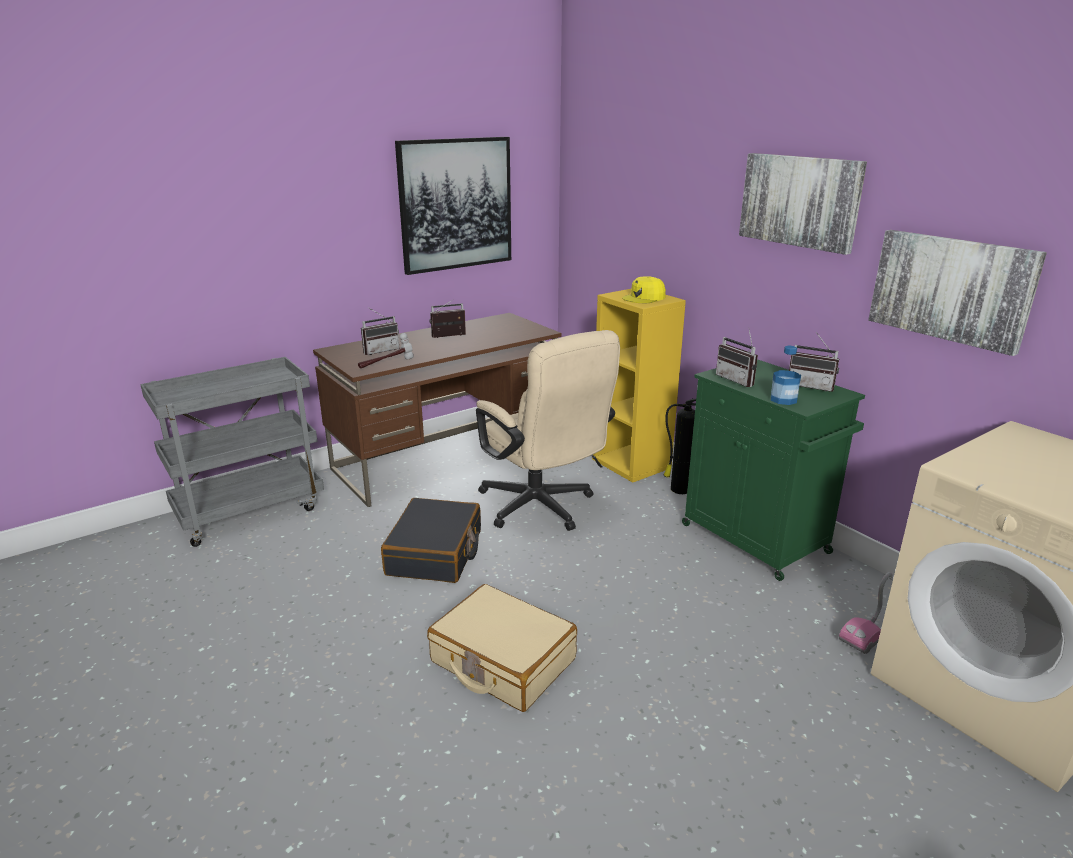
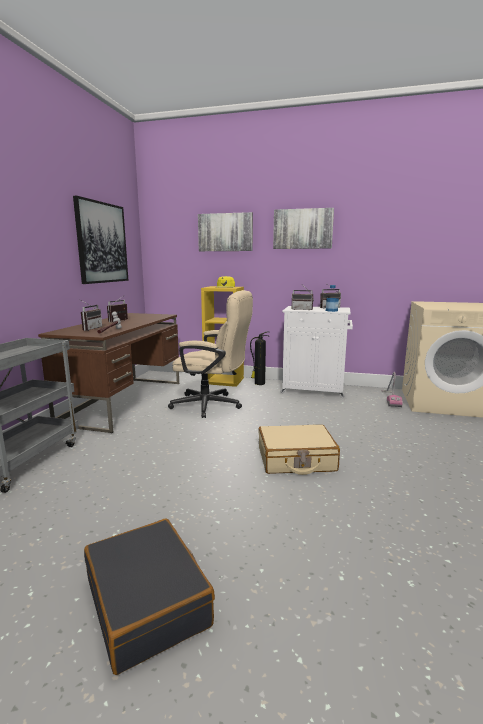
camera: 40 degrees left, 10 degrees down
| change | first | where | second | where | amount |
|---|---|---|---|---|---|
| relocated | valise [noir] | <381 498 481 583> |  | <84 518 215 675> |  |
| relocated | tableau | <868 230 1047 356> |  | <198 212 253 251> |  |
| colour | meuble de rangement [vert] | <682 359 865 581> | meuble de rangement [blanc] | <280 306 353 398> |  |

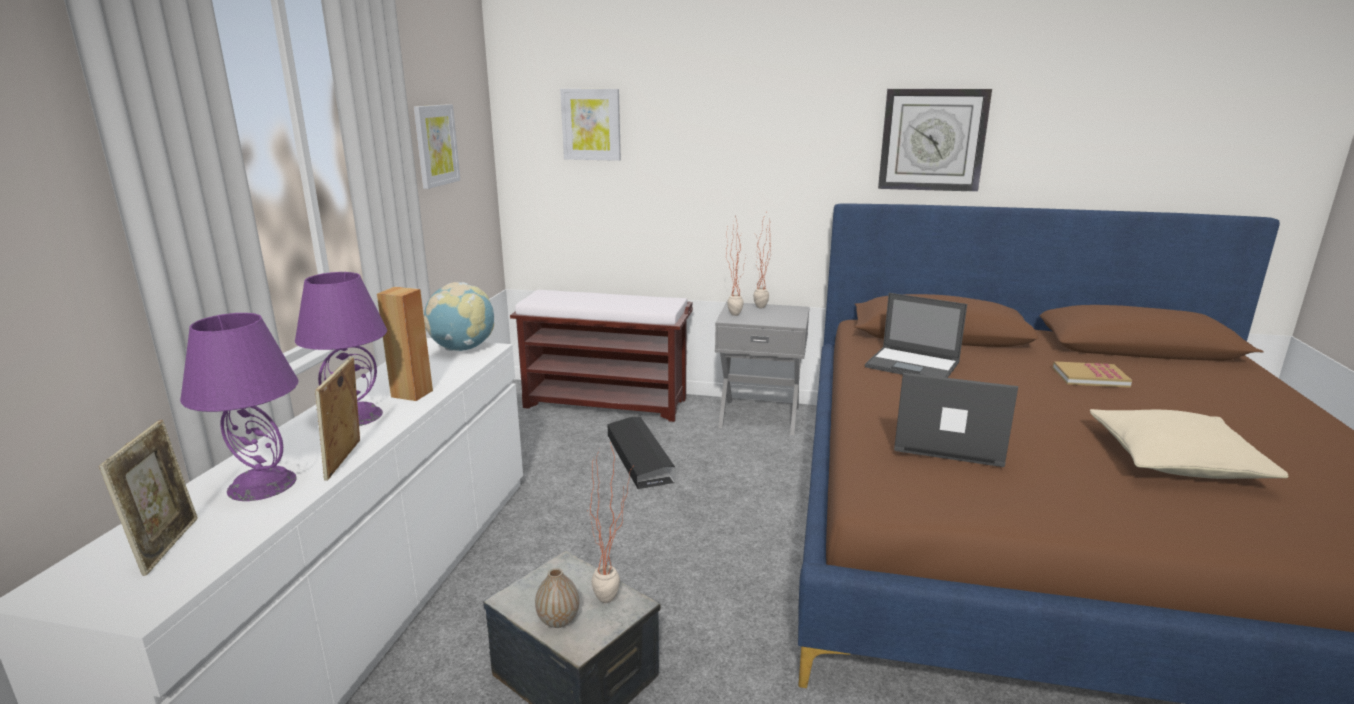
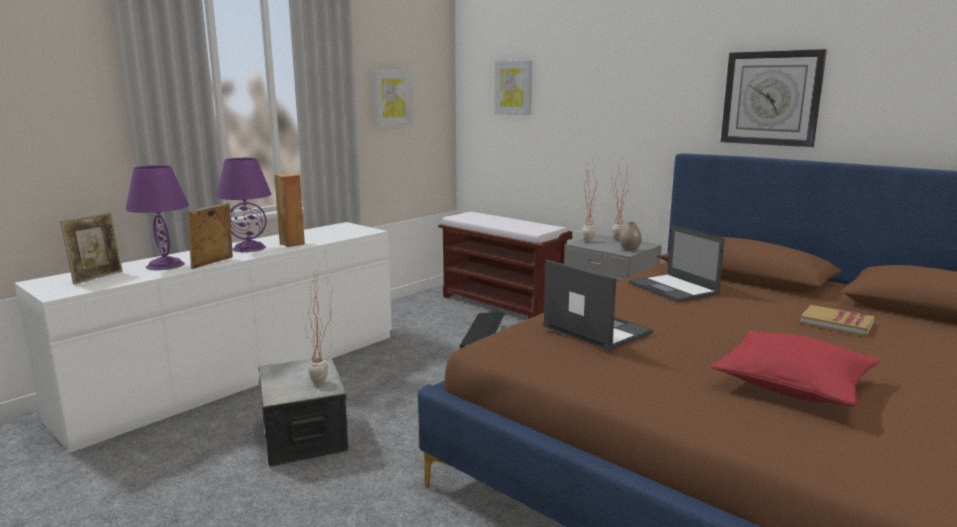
camera: 30 degrees right, 5 degrees down
| change | first | where | second | where | amount |
|---|---|---|---|---|---|
| missing | globe | <424 282 494 351> |  |  |  |
| relocated | vase | <535 568 579 628> |  | <620 222 642 251> |  |
| colour | coussin [beige] | <1090 409 1289 479> | coussin [rouge] | <711 330 881 406> |  |

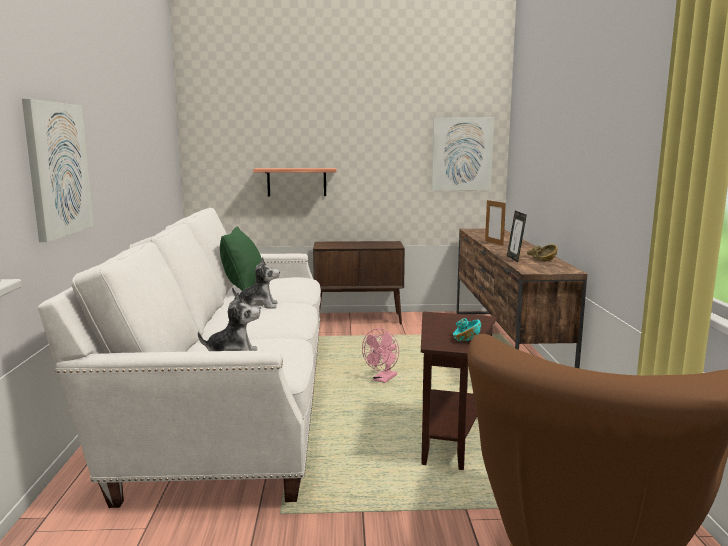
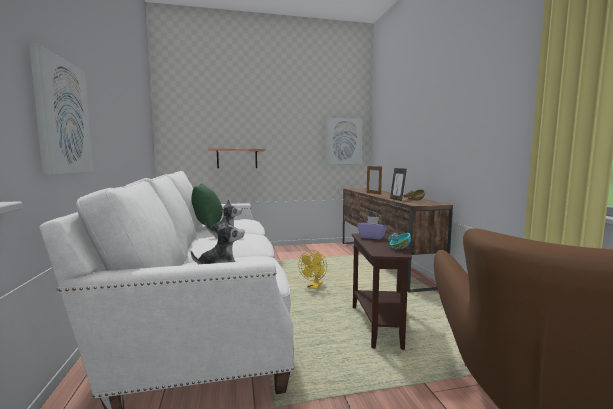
camera: 10 degrees left, 5 degrees down
| change | first | where | second | where | amount |
|---|---|---|---|---|---|
| missing | meuble de rangement [marron] | <313 241 405 325> |  |  |  |
| appeared |  |  | boîte à mouchoirs [violet] | <357 216 387 239> |  |
| colour | ventilateur [rose] | <362 328 399 383> | ventilateur [jaune] | <299 250 327 289> |  |

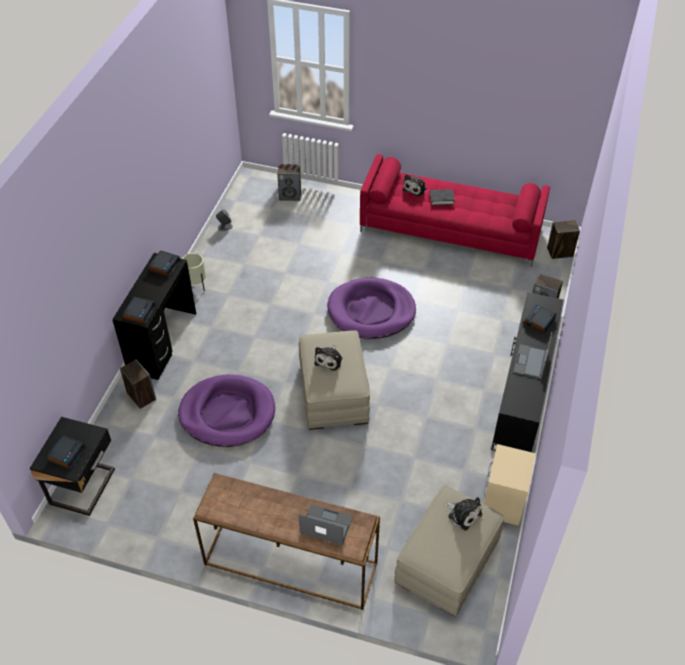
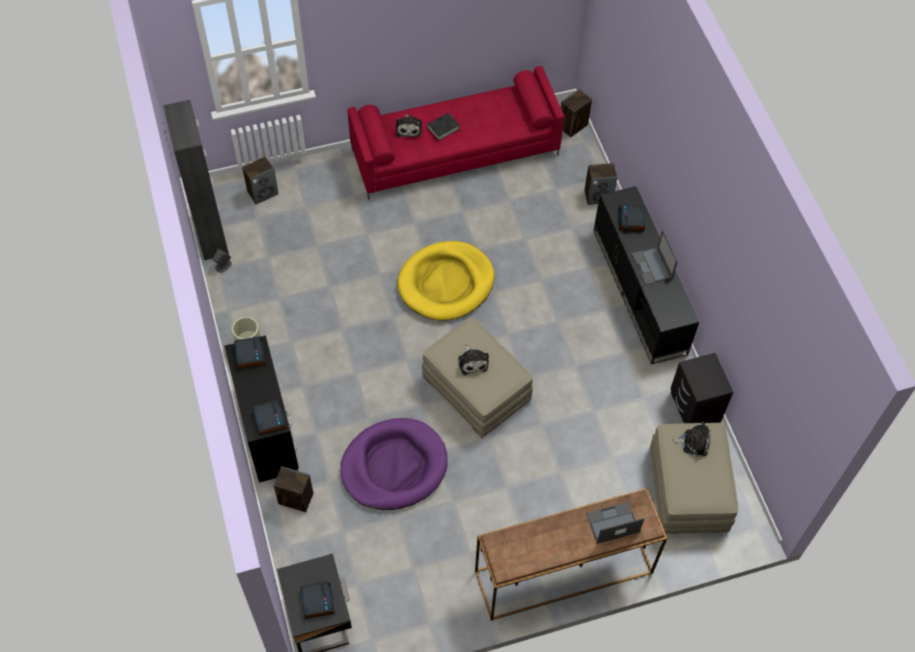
camera: 35 degrees left, 10 degrees up
| change | first | where | second | where | amount |
|---|---|---|---|---|---|
| appeared |  |  | meuble de rangement [noir] | <163 100 229 260> |  |
| colour | panier pour chien [violet] | <327 277 416 339> | panier pour chien [jaune] | <397 241 494 321> |  |
| colour | table de chevet [beige] | <484 444 536 526> | table de chevet [noir] | <670 353 733 423> |  |

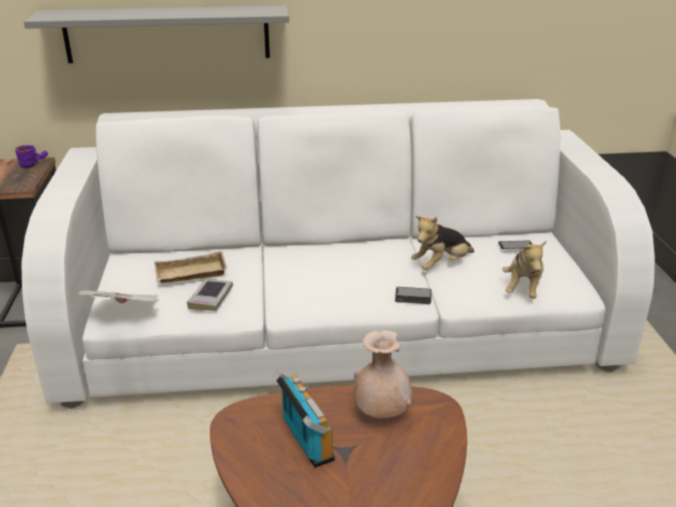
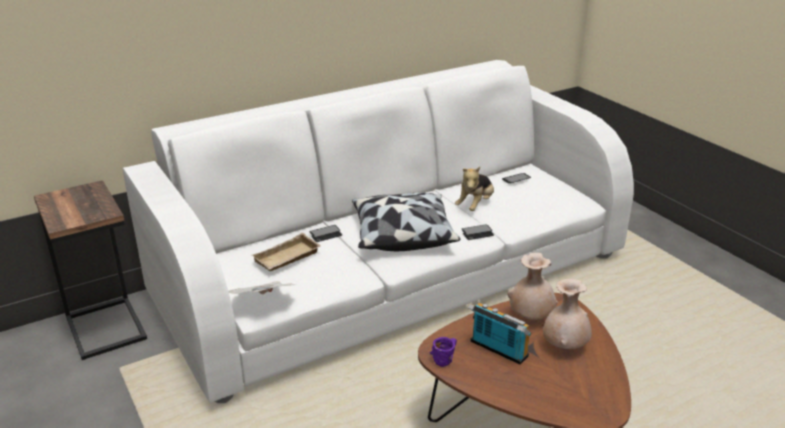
camera: 25 degrees left, 0 degrees up
| change | first | where | second | where | amount |
|---|---|---|---|---|---|
| missing | étagère [gris] | <24 5 289 63> |  |  |  |
| missing | livre | <187 279 233 311> |  |  |  |
| missing | peluche | <503 240 547 299> |  |  |  |
| appeared |  |  | téléphone | <310 225 342 242> |  |
| appeared |  |  | coussin | <352 193 460 251> |  |
| appeared |  |  | vase [beige] | <543 279 592 349> |  |
| relocated | mug [violet] | <15 145 48 168> |  | <430 337 457 367> |  |

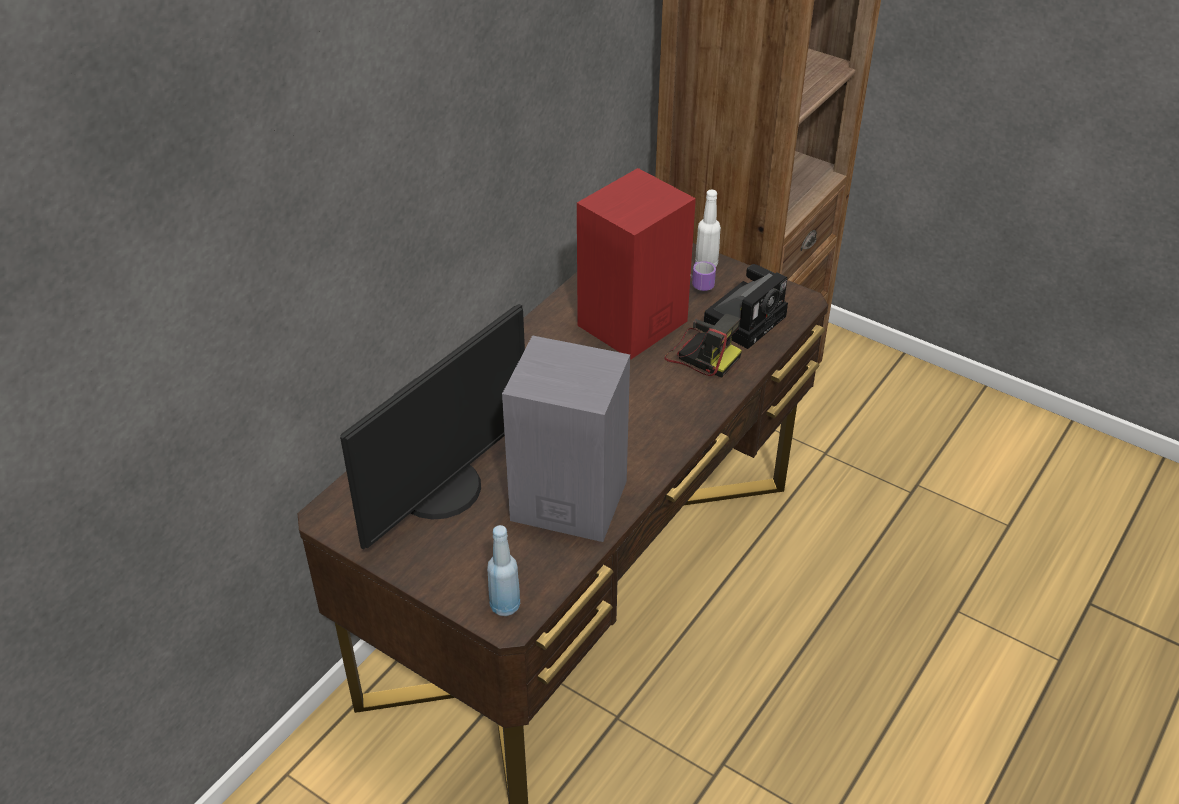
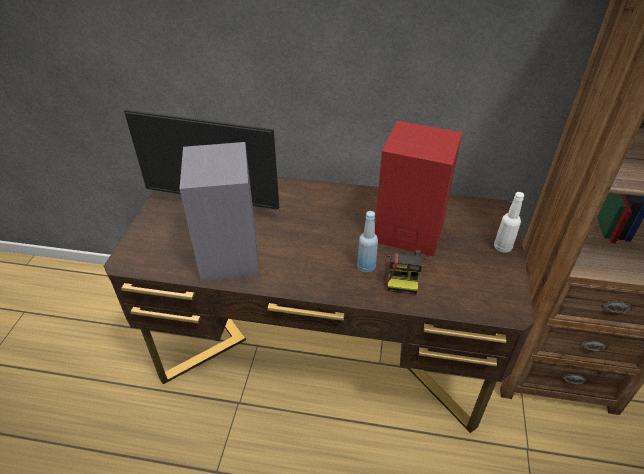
camera: 65 degrees right, 0 degrees up
| change | first | where | second | where | amount |
|---|---|---|---|---|---|
| missing | mug | <691 261 716 291> |  |  |  |
| missing | appareil photo | <704 264 788 349> |  |  |  |
| relocated | bouteille [bleu] | <487 525 520 616> |  | <357 211 378 273> |  |

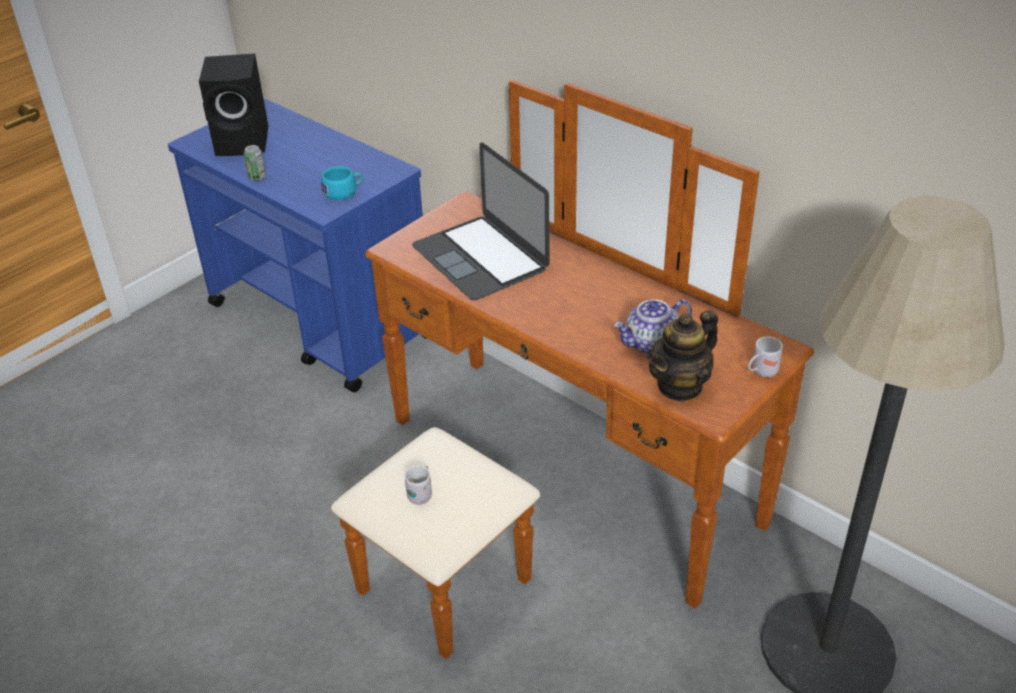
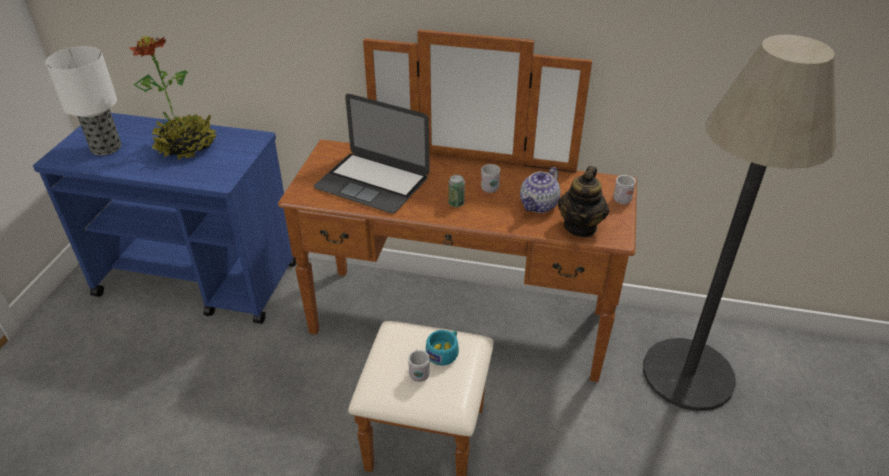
camera: 30 degrees left, 0 degrees up
| change | first | where | second | where | amount |
|---|---|---|---|---|---|
| appeared |  |  | plante en pot | <129 36 217 160> |  |
| appeared |  |  | mug [blanc] | <481 164 500 193> |  |
| relocated | boîte métallique | <244 145 266 181> |  | <448 175 465 207> |  |
| relocated | tasse [turquoise] | <321 166 363 200> |  | <426 330 459 365> |  |
| exchanged | enceinte [noir] | <199 53 268 156> | lampe de table | <45 46 121 155> |  |

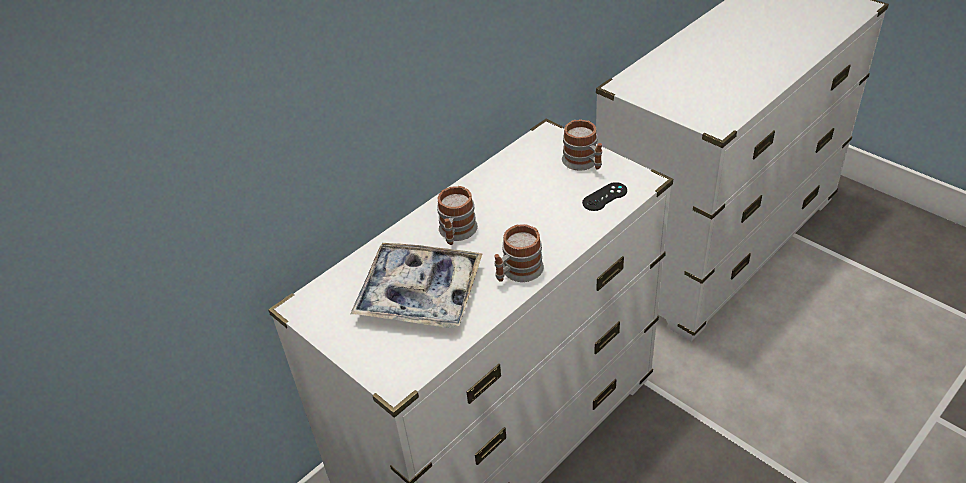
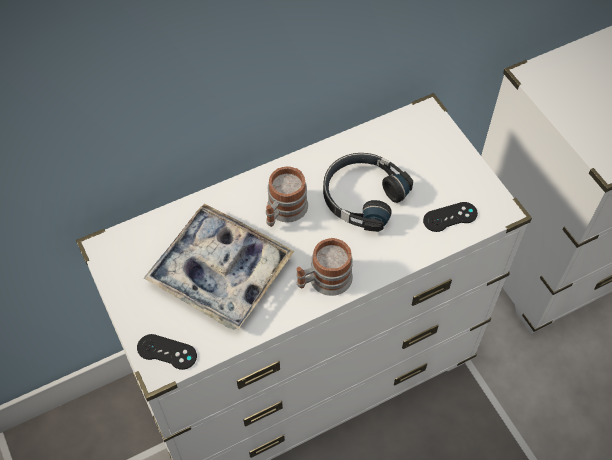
camera: 15 degrees right, 15 degrees up
| change | first | where | second | where | amount |
|---|---|---|---|---|---|
| missing | mug | <562 120 602 171> |  |  |  |
| appeared |  |  | manette [noir] | <137 334 197 370> |  |
| appeared |  |  | casque audio [noir] | <323 153 413 232> |  |

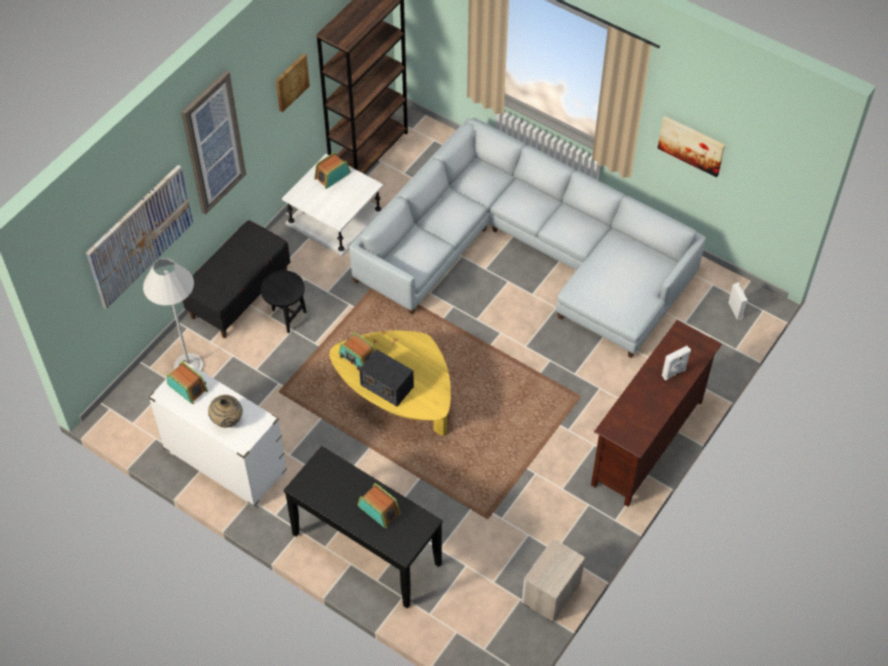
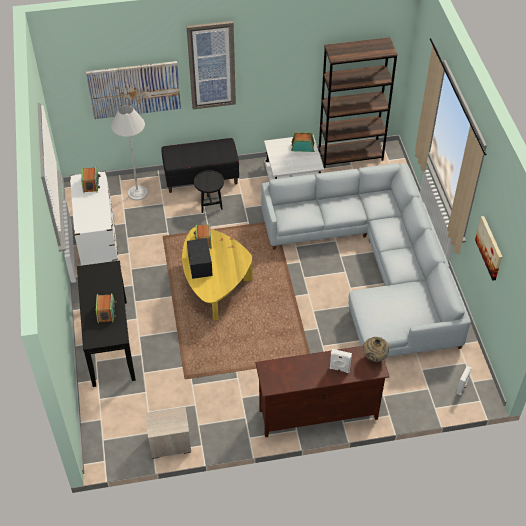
camera: 45 degrees right, 5 degrees down
| change | first | where | second | where | amount |
|---|---|---|---|---|---|
| missing | tableau | <276 53 310 113> |  |  |  |
| relocated | vase [beige] | <208 395 243 428> |  | <363 337 389 362> |  |

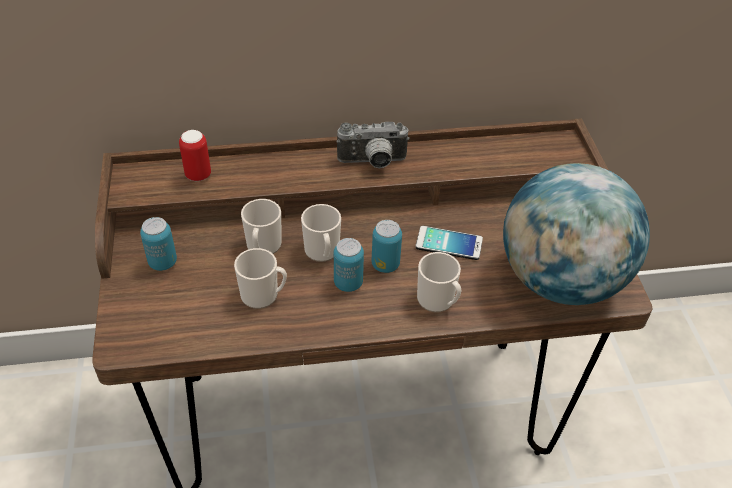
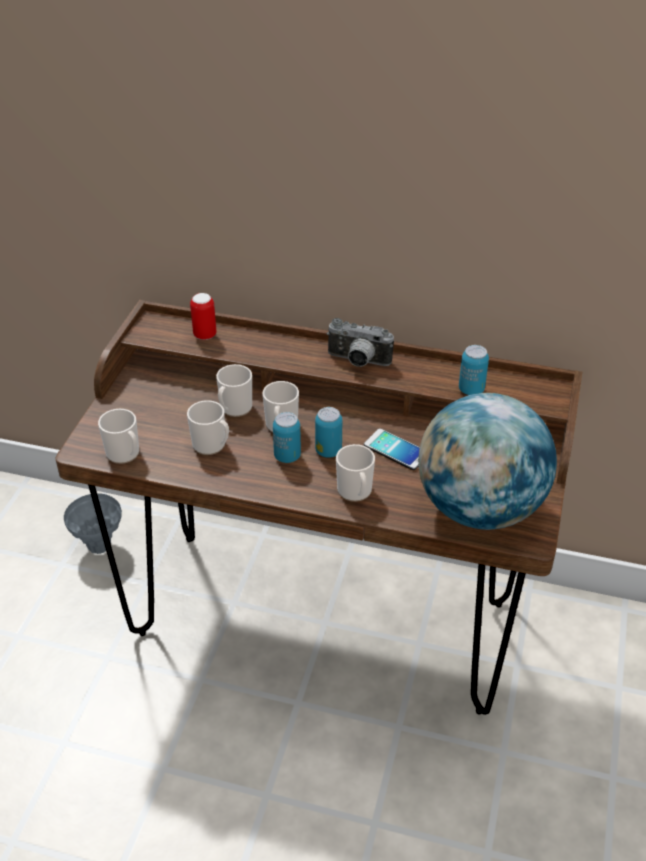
camera: 25 degrees right, 5 degrees down
| change | first | where | second | where | amount |
|---|---|---|---|---|---|
| appeared |  |  | vase [gris] | <64 493 122 554> |  |
| appeared |  |  | mug | <98 409 139 464> |  |
| relocated | boîte métallique | <140 217 177 271> |  | <459 345 489 395> |  |

